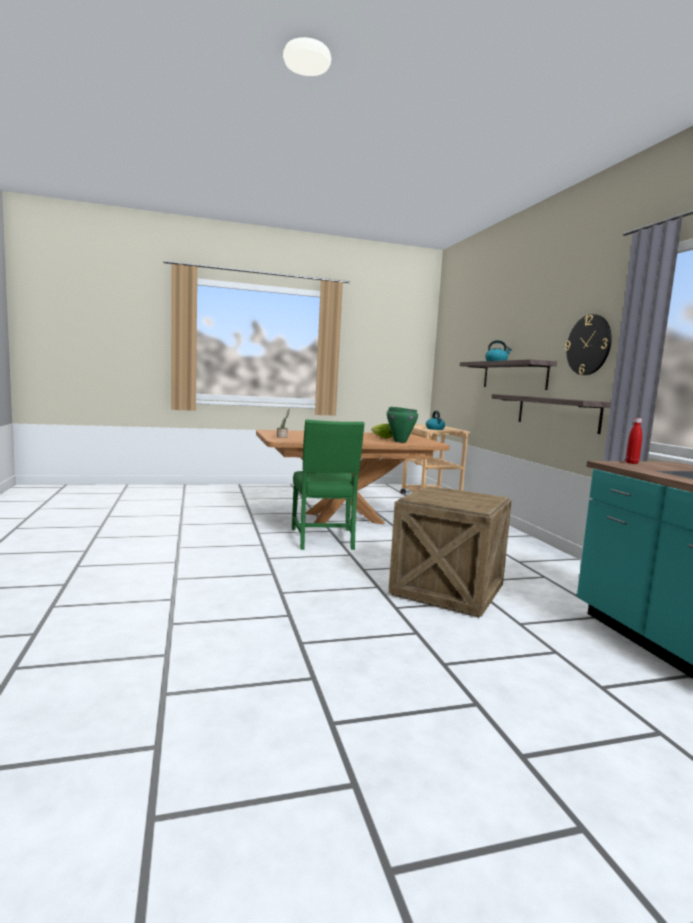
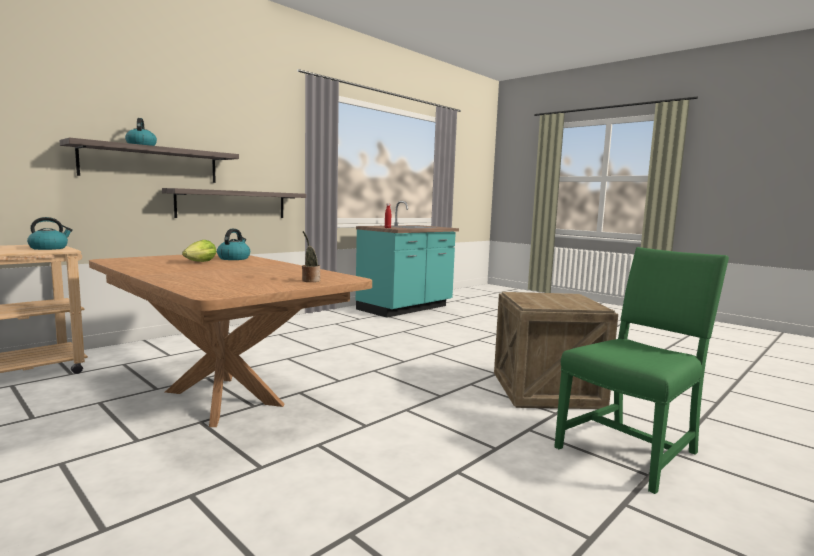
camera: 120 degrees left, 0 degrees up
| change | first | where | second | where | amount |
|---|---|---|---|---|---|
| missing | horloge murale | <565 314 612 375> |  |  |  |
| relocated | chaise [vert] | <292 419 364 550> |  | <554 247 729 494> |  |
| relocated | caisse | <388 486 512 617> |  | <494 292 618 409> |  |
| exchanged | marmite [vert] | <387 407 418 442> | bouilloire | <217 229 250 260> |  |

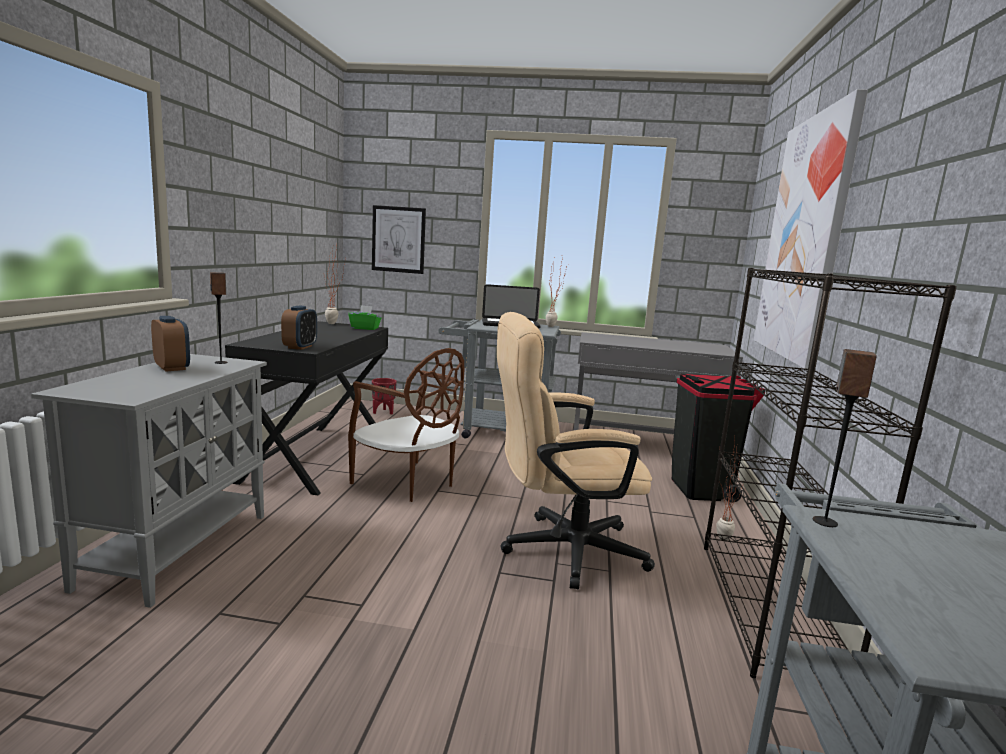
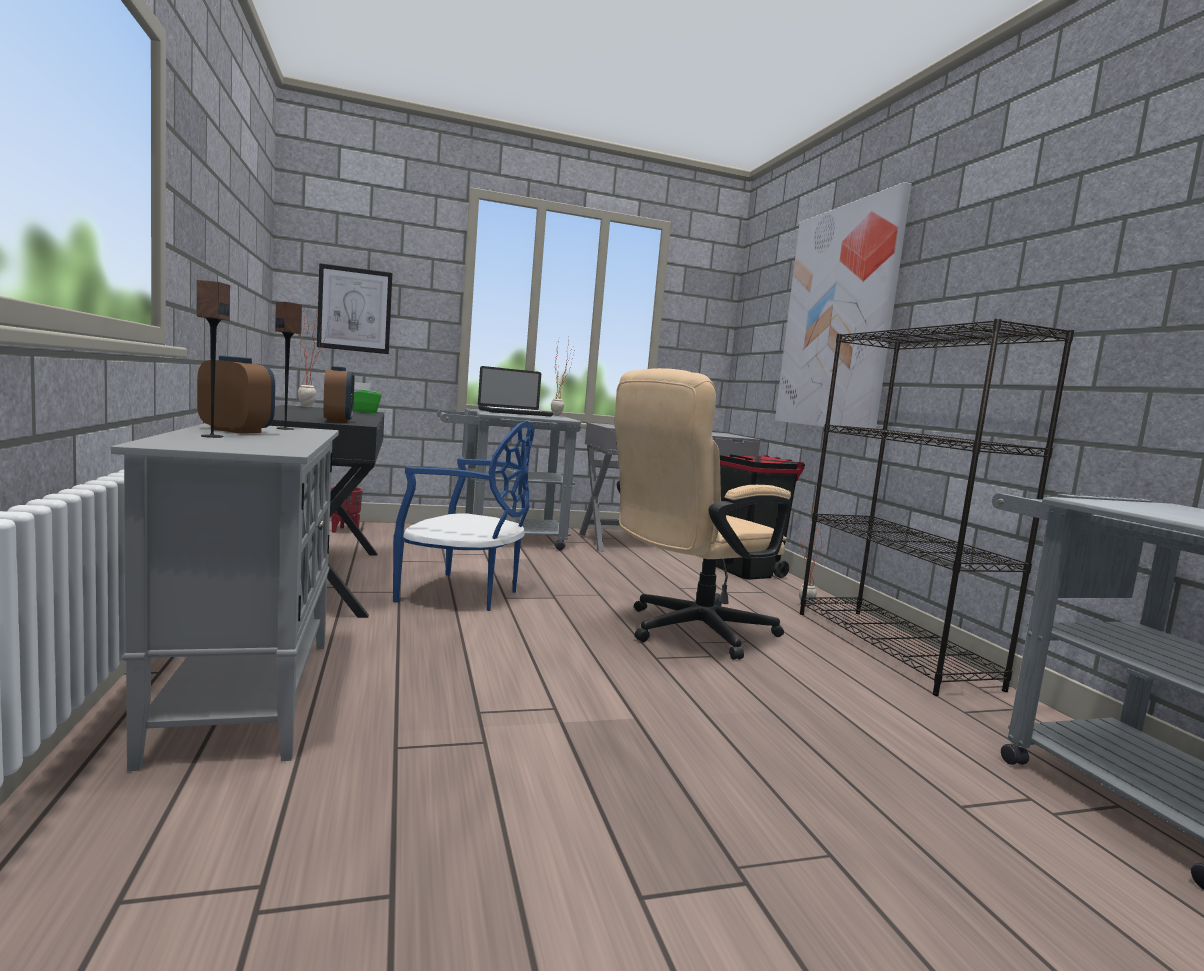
camera: 25 degrees left, 5 degrees down
| change | first | where | second | where | amount |
|---|---|---|---|---|---|
| relocated | enceinte | <813 349 877 527> |  | <196 280 230 438> |  |
| colour | chaise [marron] | <348 348 464 502> | chaise [bleu] | <393 421 535 611> |  |

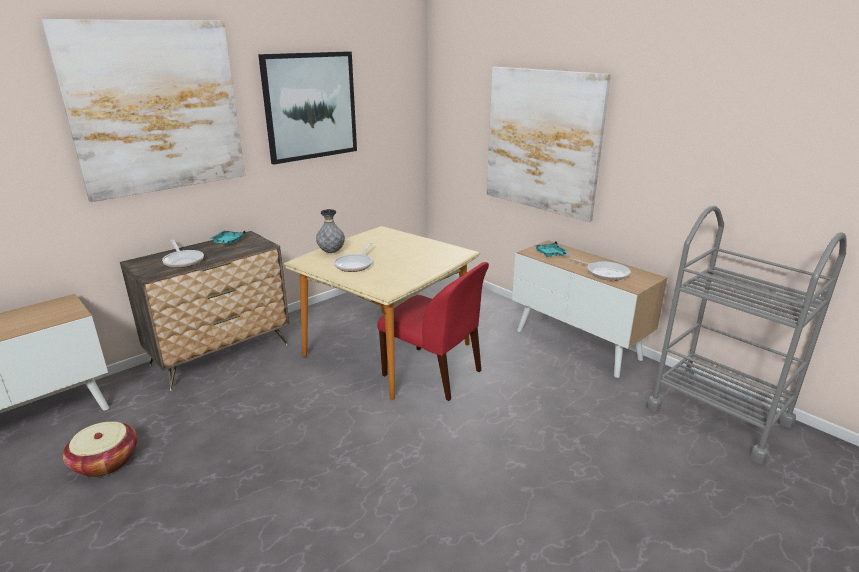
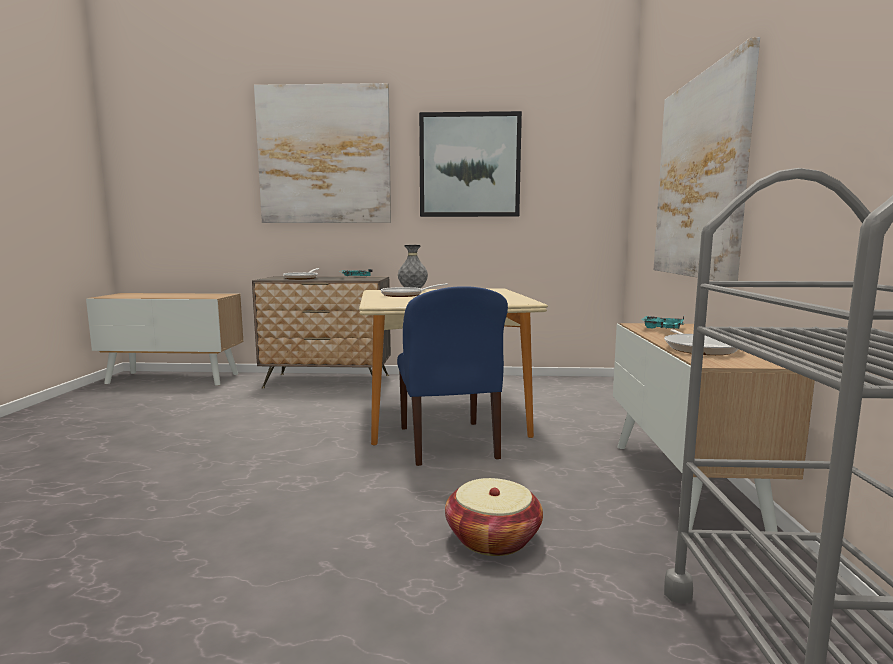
camera: 45 degrees right, 15 degrees down
| change | first | where | second | where | amount |
|---|---|---|---|---|---|
| relocated | panier | <63 421 137 477> |  | <445 478 543 556> |  |
| colour | chaise [rouge] | <377 262 489 401> | chaise [bleu] | <397 286 508 466> |  |

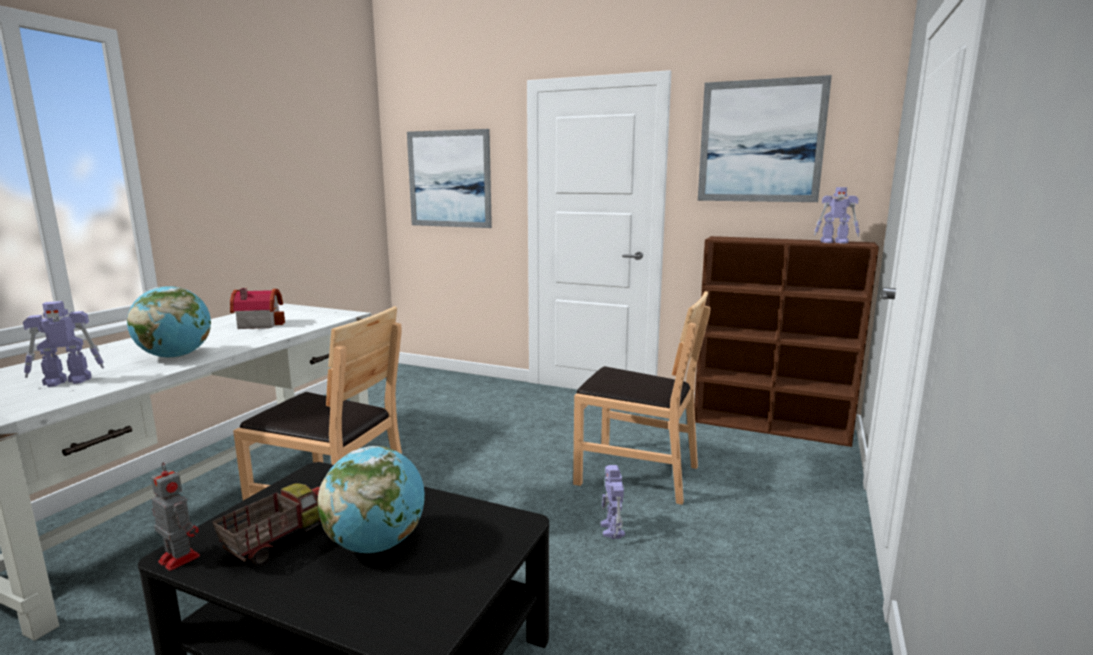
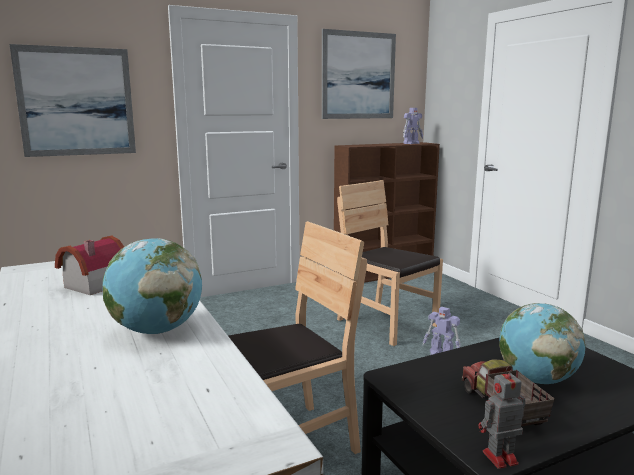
camera: 50 degrees left, 0 degrees up
| change | first | where | second | where | amount |
|---|---|---|---|---|---|
| missing | robot jouet | <23 301 104 387> |  |  |  |
| spun | chaise [marron] | <573 291 710 505> |  | <337 180 443 346> | 105 degrees counterclockwise |

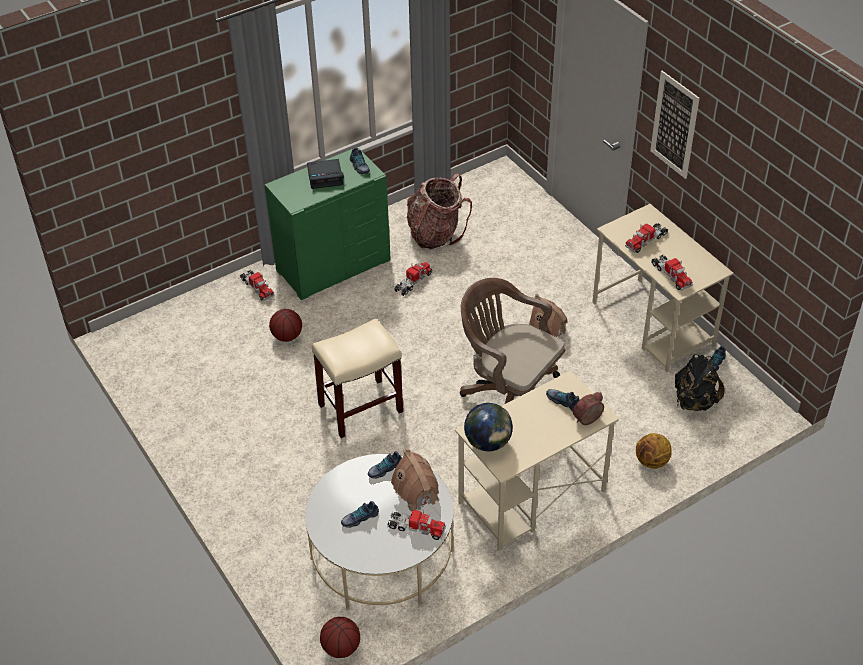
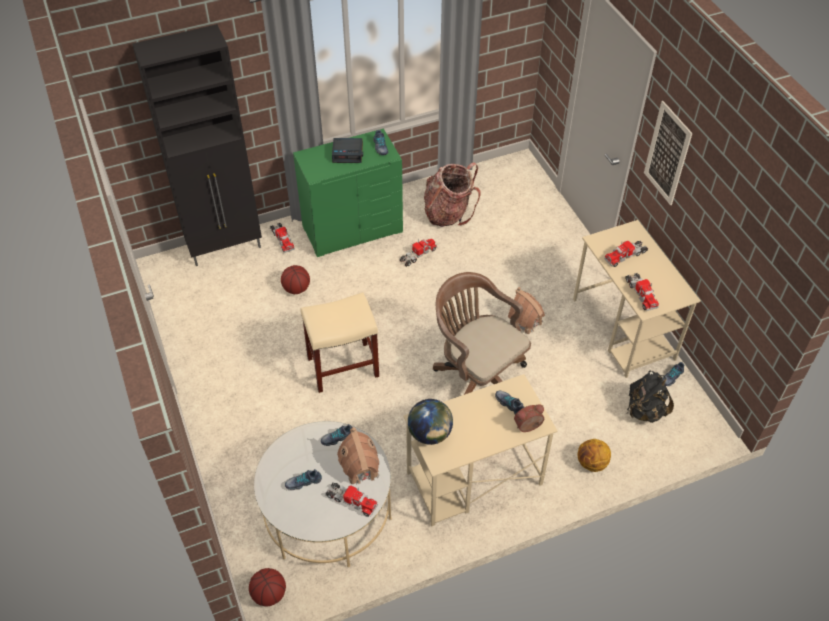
camera: 10 degrees right, 5 degrees up
| change | first | where | second | where | amount |
|---|---|---|---|---|---|
| appeared |  |  | meuble de rangement [noir] | <132 24 262 266> |  |

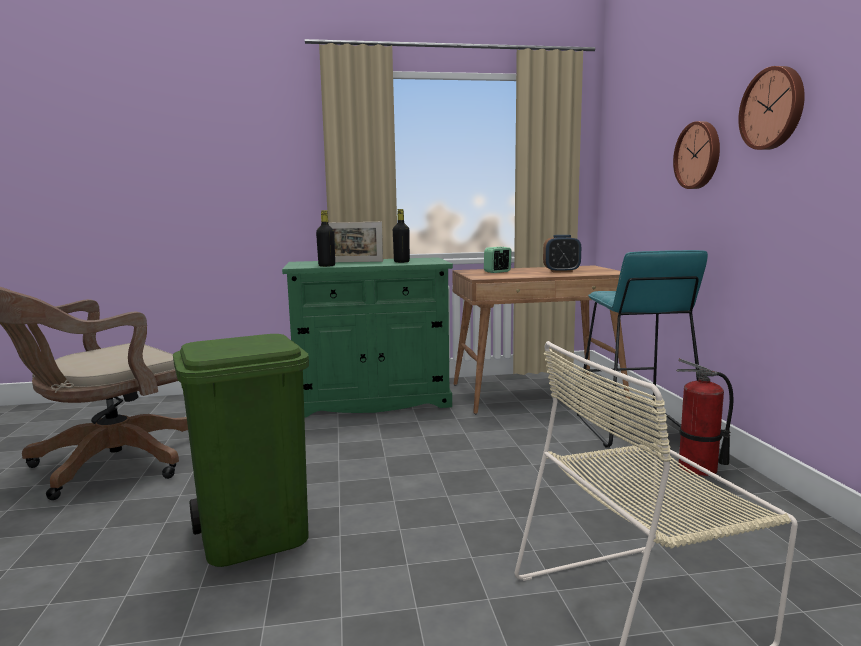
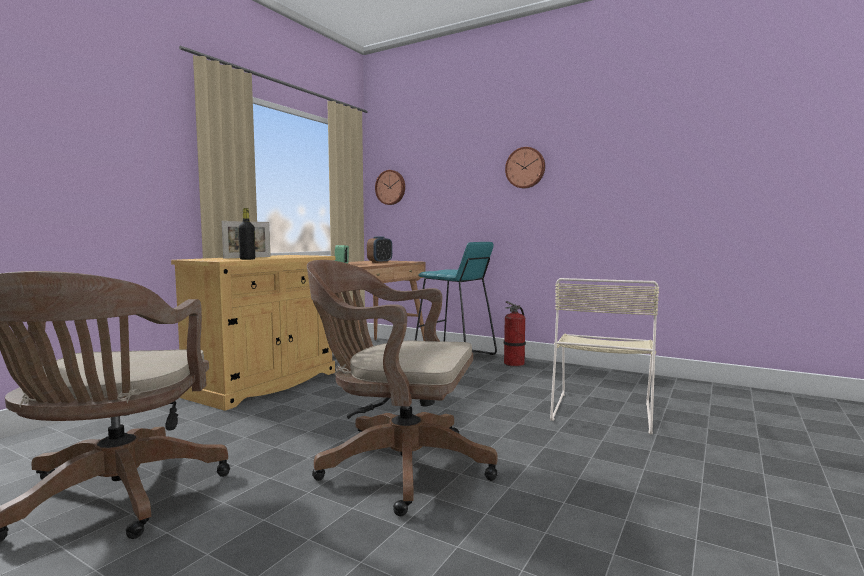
camera: 50 degrees left, 5 degrees down
| change | first | where | second | where | amount |
|---|---|---|---|---|---|
| missing | bouteille [noir] | <393 209 410 263> |  |  |  |
| relocated | horloge murale | <673 121 720 189> |  | <375 170 405 205> |  |
| exchanged | poubelle [vert] | <173 334 309 567> | chaise de bureau [marron] | <307 260 498 516> |  |
| colour | meuble de rangement [vert] | <282 257 453 418> | meuble de rangement [beige] | <171 255 335 411> |  |

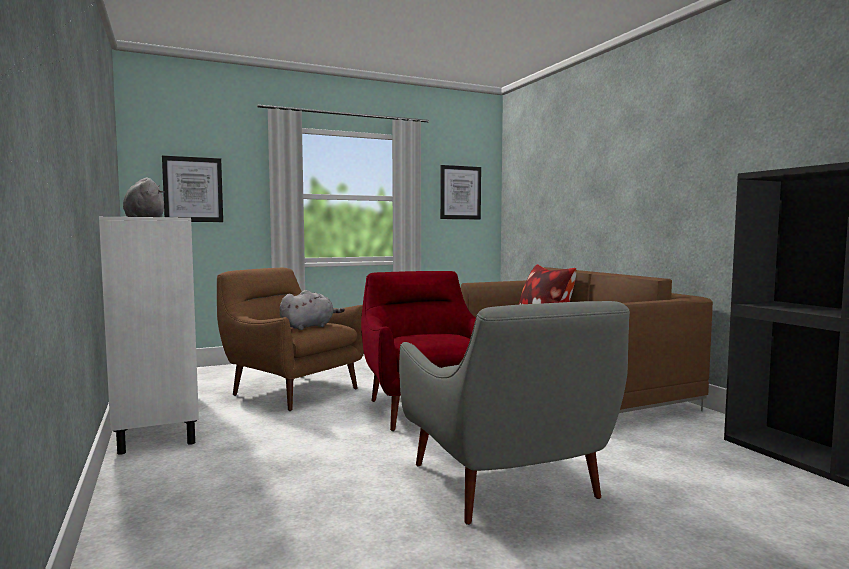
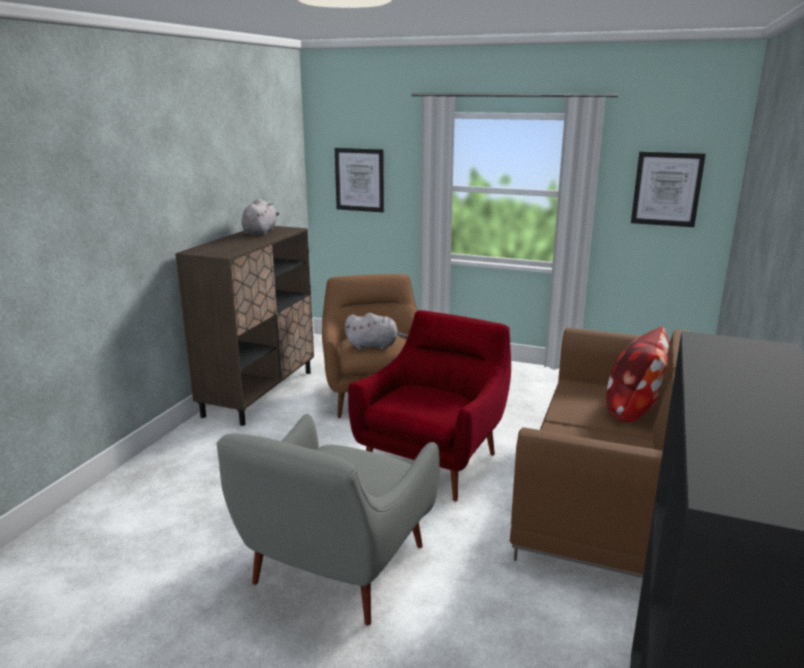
camera: 45 degrees right, 15 degrees up
| change | first | where | second | where | amount |
|---|---|---|---|---|---|
| colour | meuble de rangement [blanc] | <99 217 199 455> | meuble de rangement [marron] | <175 226 314 426> |  |

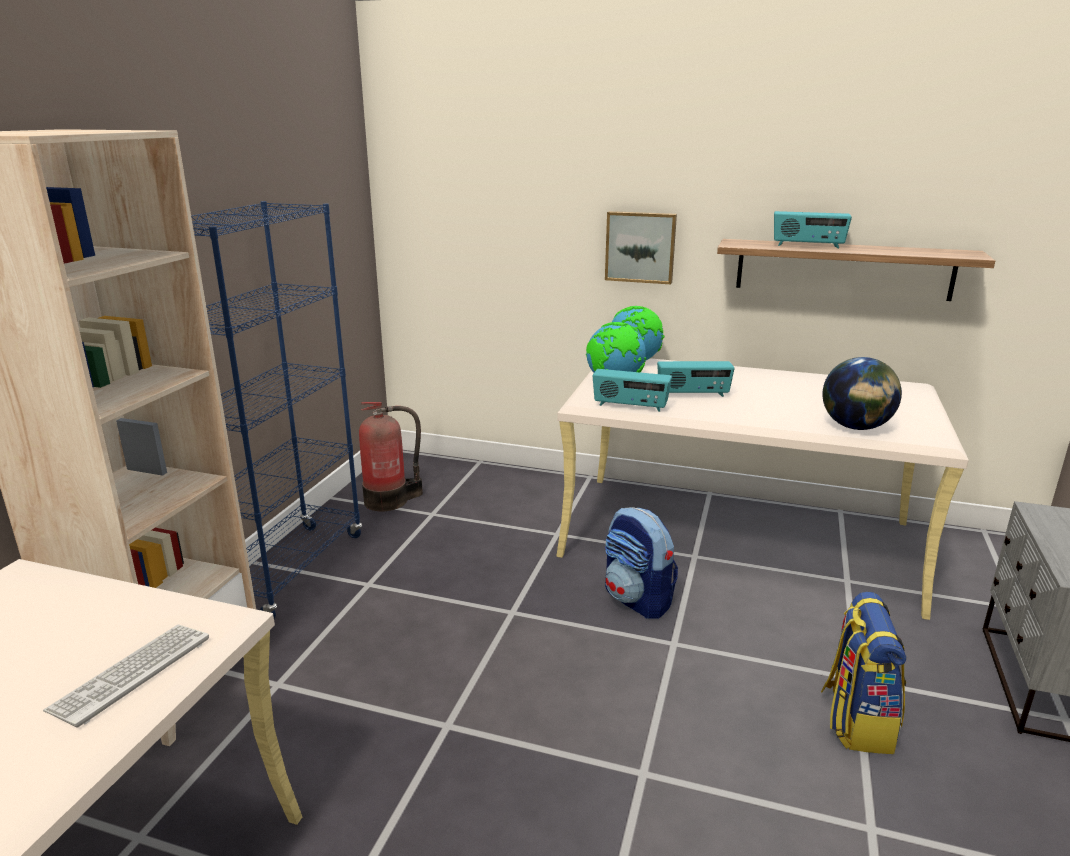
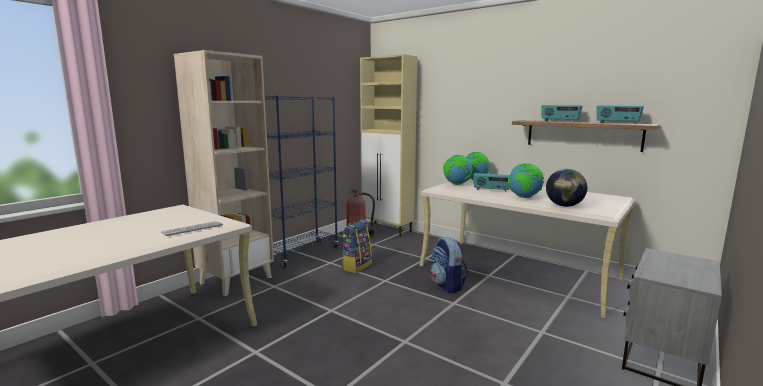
camera: 20 degrees right, 10 degrees down
| change | first | where | second | where | amount |
|---|---|---|---|---|---|
| missing | tableau | <605 211 677 284> |  |  |  |
| appeared |  |  | meuble de rangement [beige] | <360 54 418 237> |  |
| appeared |  |  | globe | <508 163 544 198> |  |
| relocated | radio | <593 369 672 412> |  | <597 106 644 124> |  |
| relocated | sac à dos | <821 592 906 754> |  | <341 220 372 273> |  |

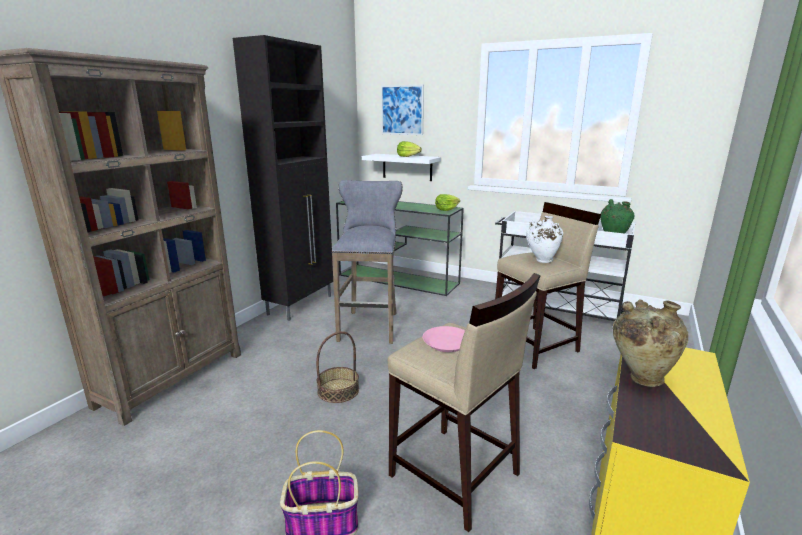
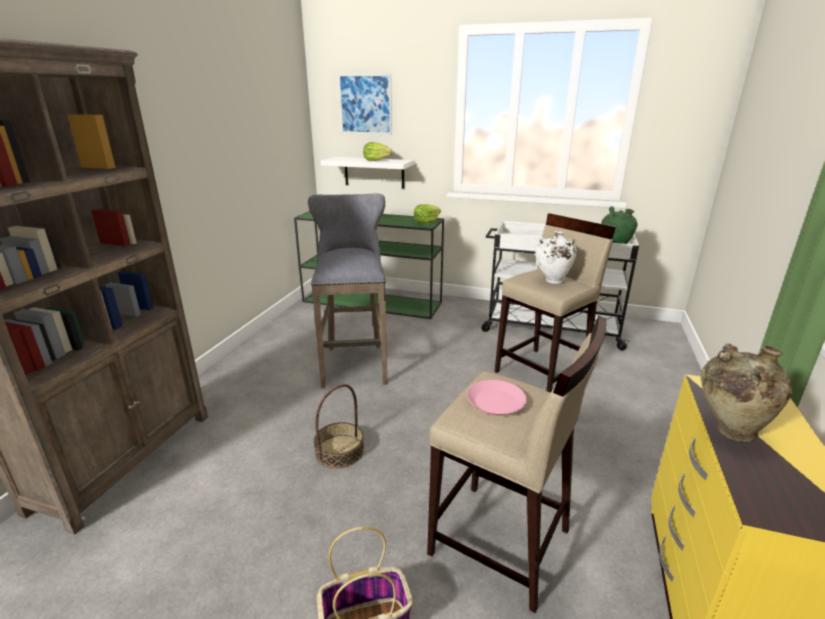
camera: 10 degrees left, 5 degrees up
| change | first | where | second | where | amount |
|---|---|---|---|---|---|
| missing | meuble de rangement [noir] | <233 35 333 321> |  |  |  |

